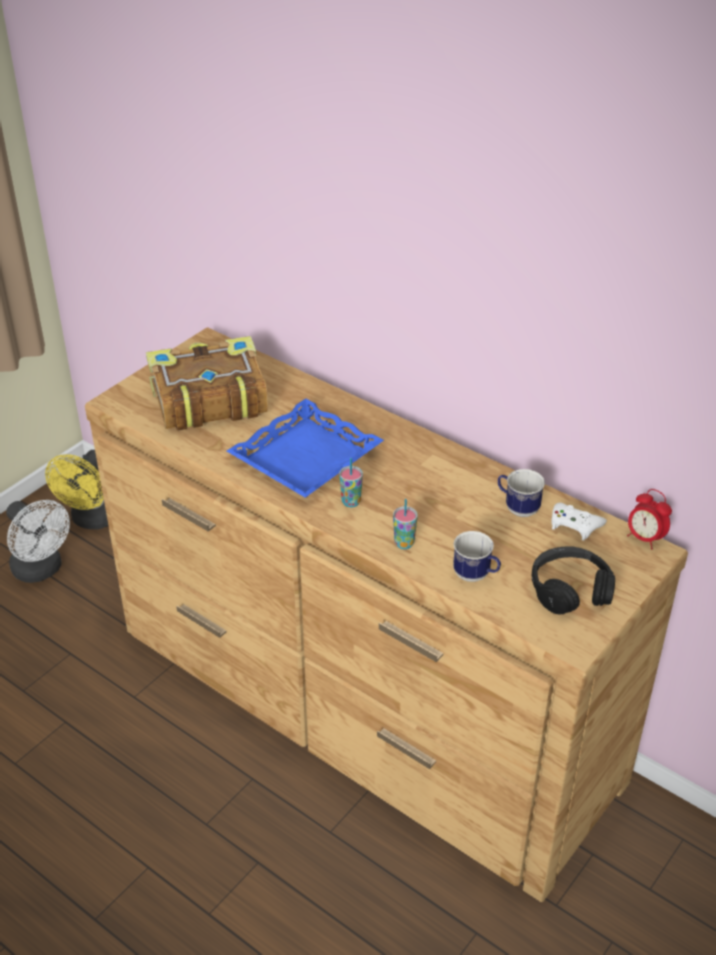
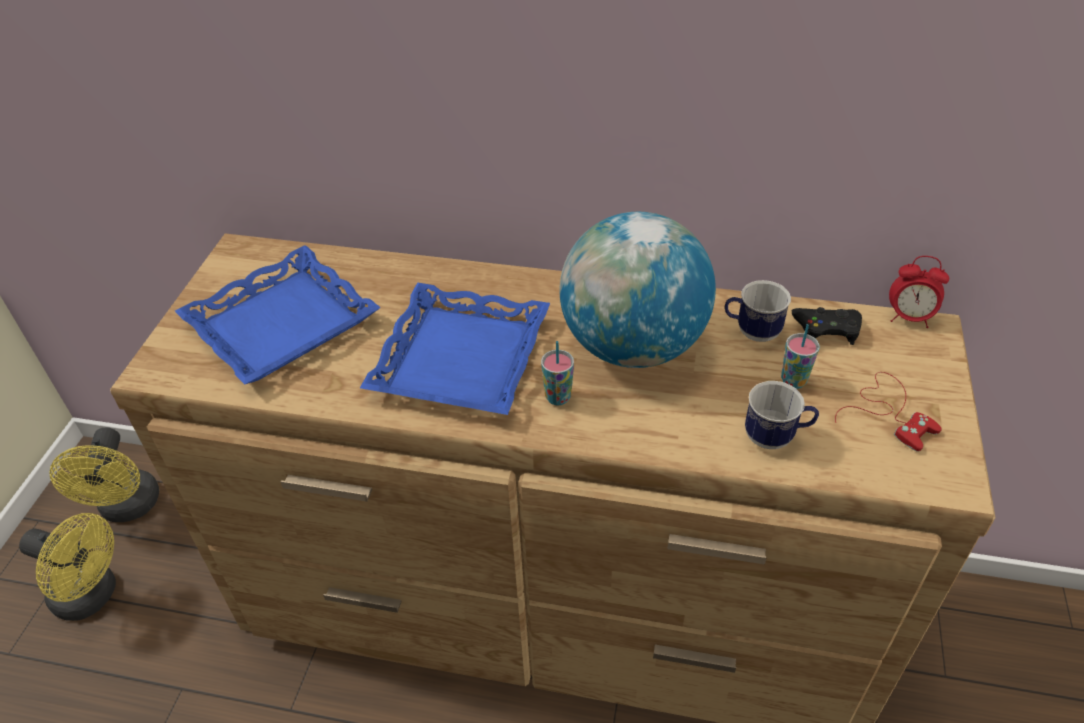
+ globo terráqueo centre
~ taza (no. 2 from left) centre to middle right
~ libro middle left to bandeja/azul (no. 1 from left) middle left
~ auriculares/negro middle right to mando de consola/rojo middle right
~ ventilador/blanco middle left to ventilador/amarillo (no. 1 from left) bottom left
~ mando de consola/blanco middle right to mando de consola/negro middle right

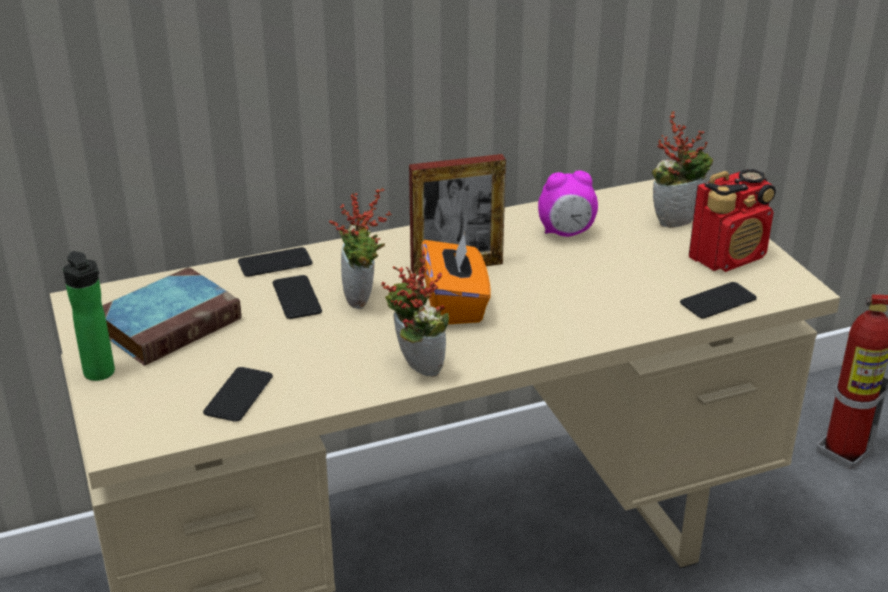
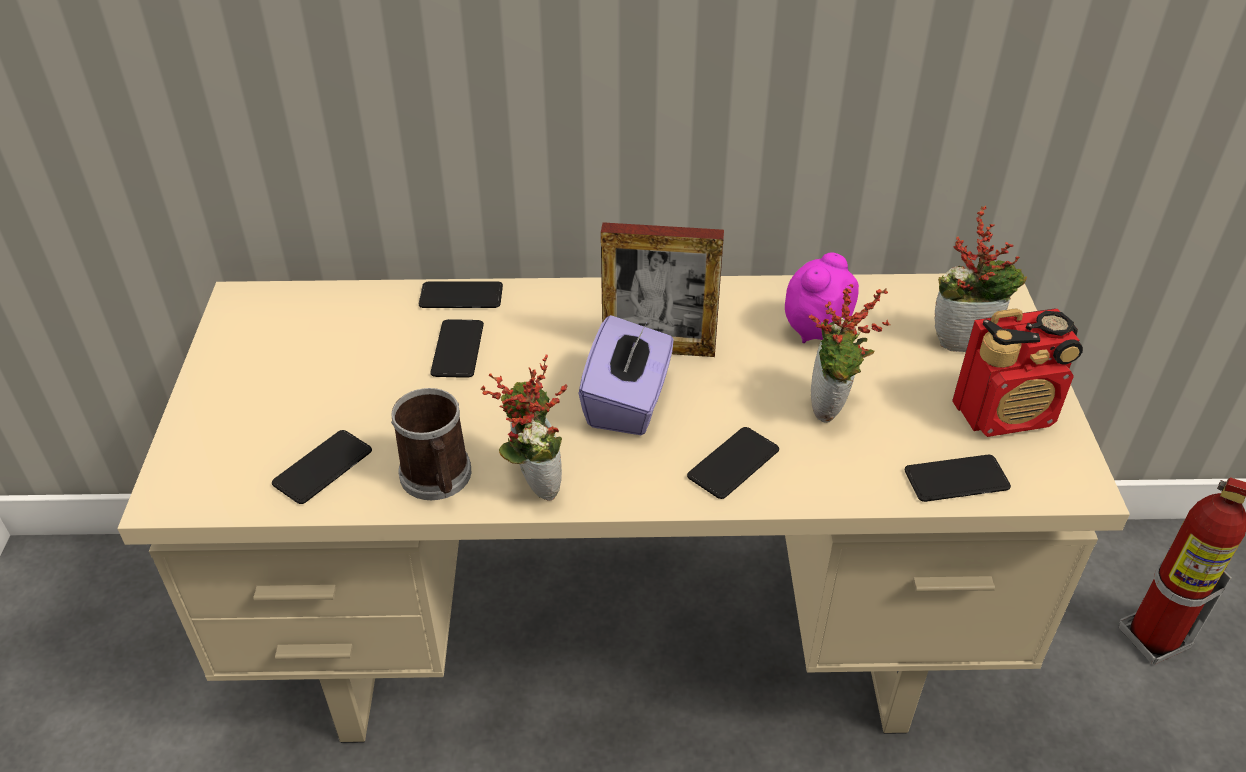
- botella middle left
- libro middle left
+ taza grande centre
+ móvil (no. 4 from left) centre
~ planta en maceta (no. 1 from left in the first image) centre to planta en maceta (no. 2 from left) middle right
~ caja de pañuelos/naranja centre to caja de pañuelos/morado centre
~ despertador centre = centre 120 degrees clockwise

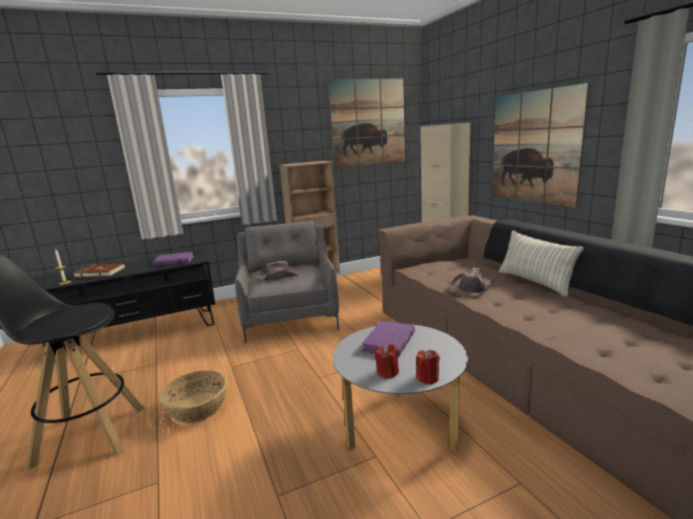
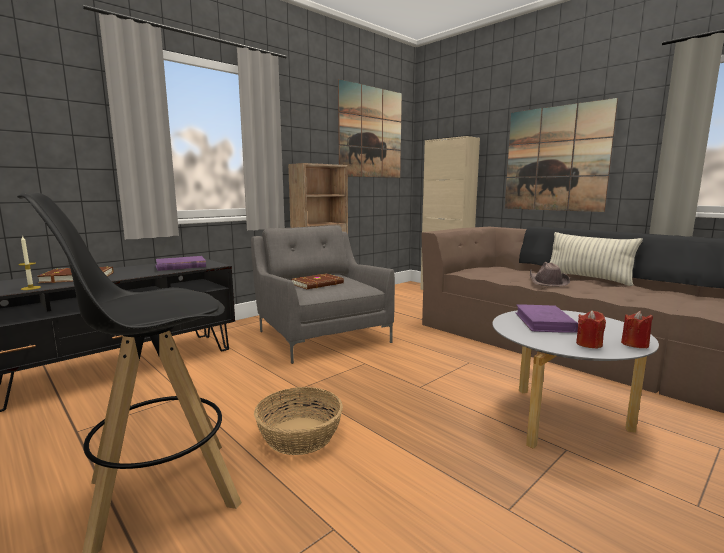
~ sombrero/marrón (no. 1 from left) centre to libro/marrón (no. 2 from left) centre

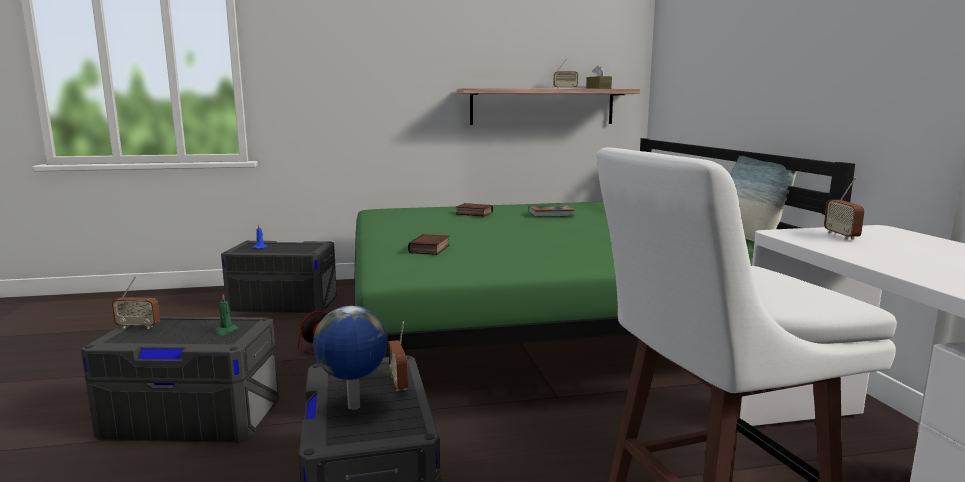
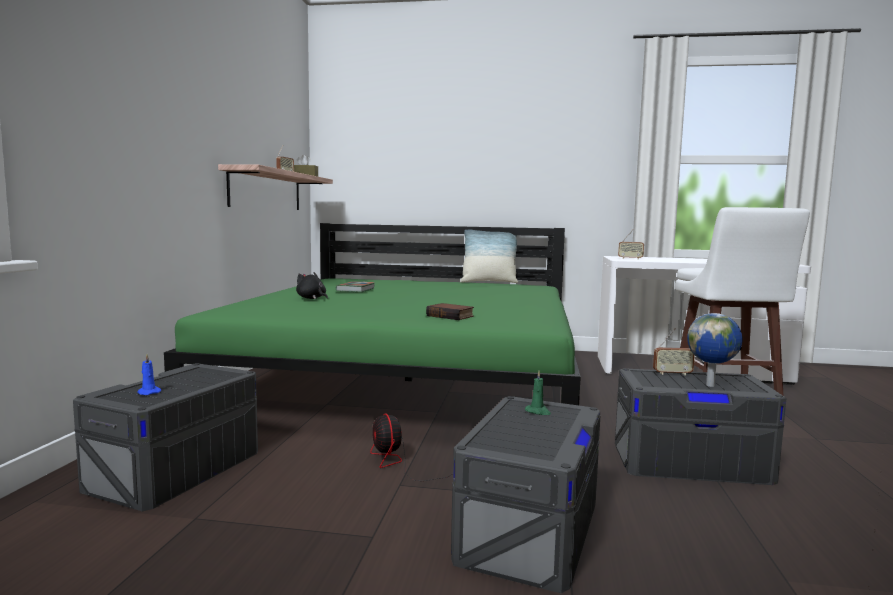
- radio (no. 1 from left) middle left
~ libro (no. 2 from left) centre to peluche/negro centre

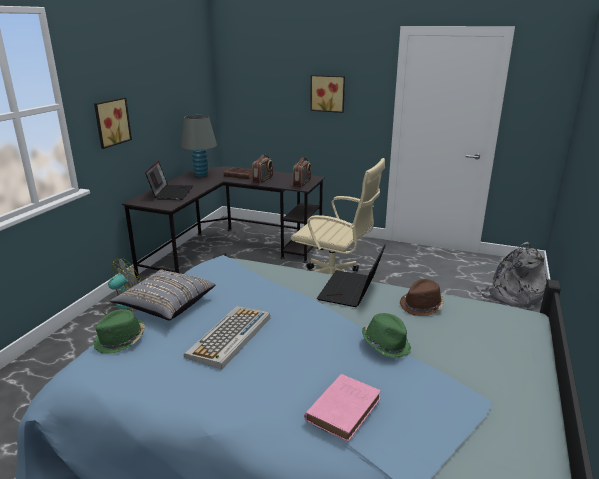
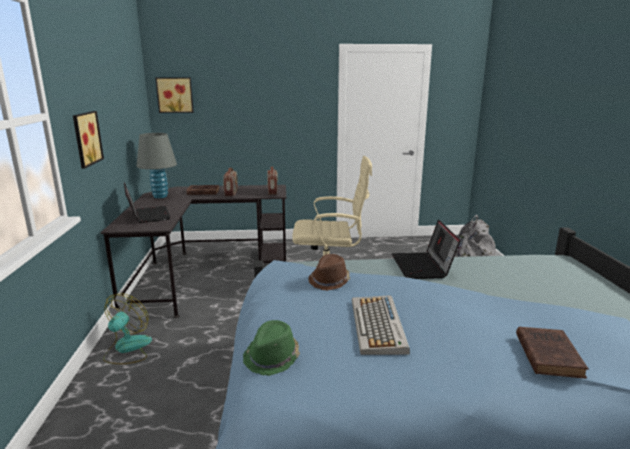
- cojín/gris middle left
- sombrero/verde (no. 2 from left) bottom centre
~ cuadro (no. 2 from left) top centre to top left
~ sombrero/marrón middle right to centre
~ libro/rosa bottom centre to libro/marrón (no. 2 from left) bottom right

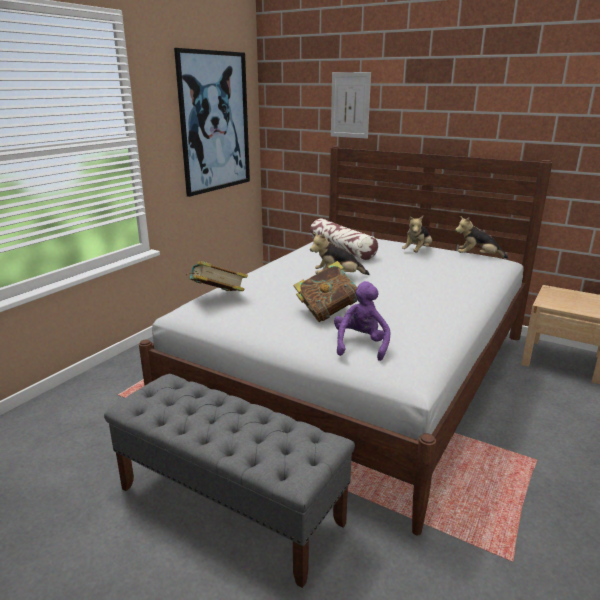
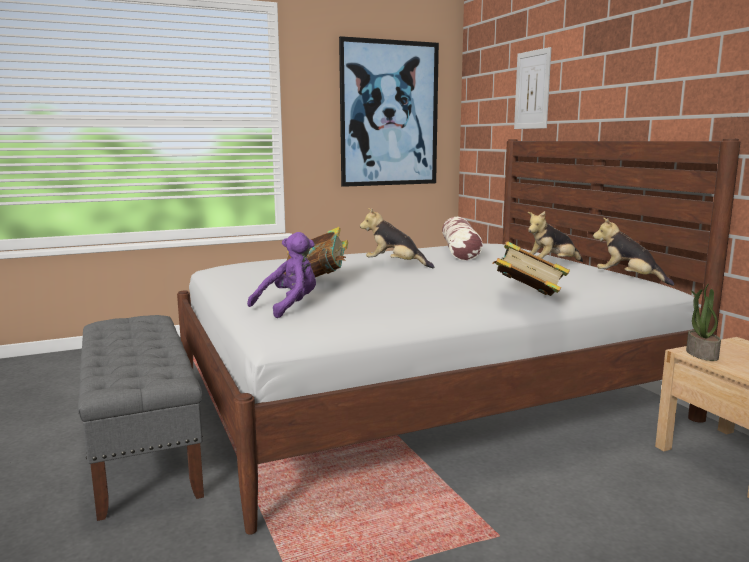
+ planta en maceta middle right
~ libro (no. 1 from left in the first image) centre to libro (no. 2 from left) middle right

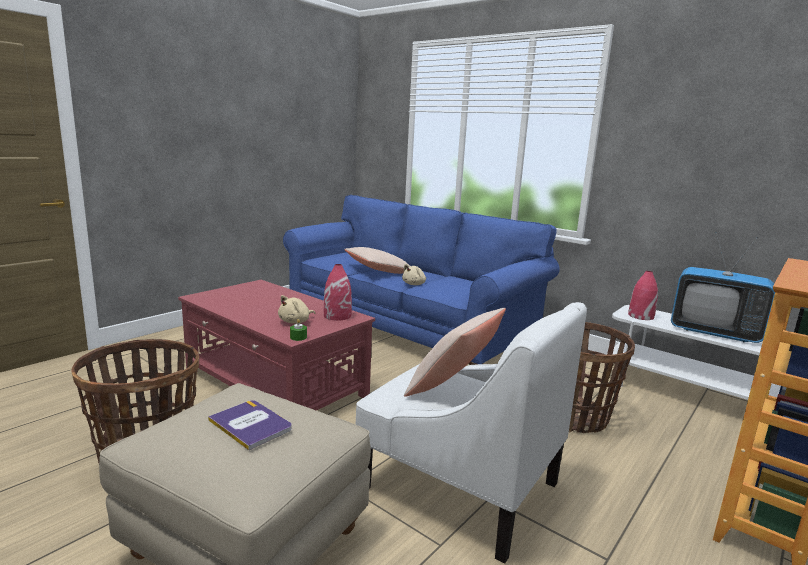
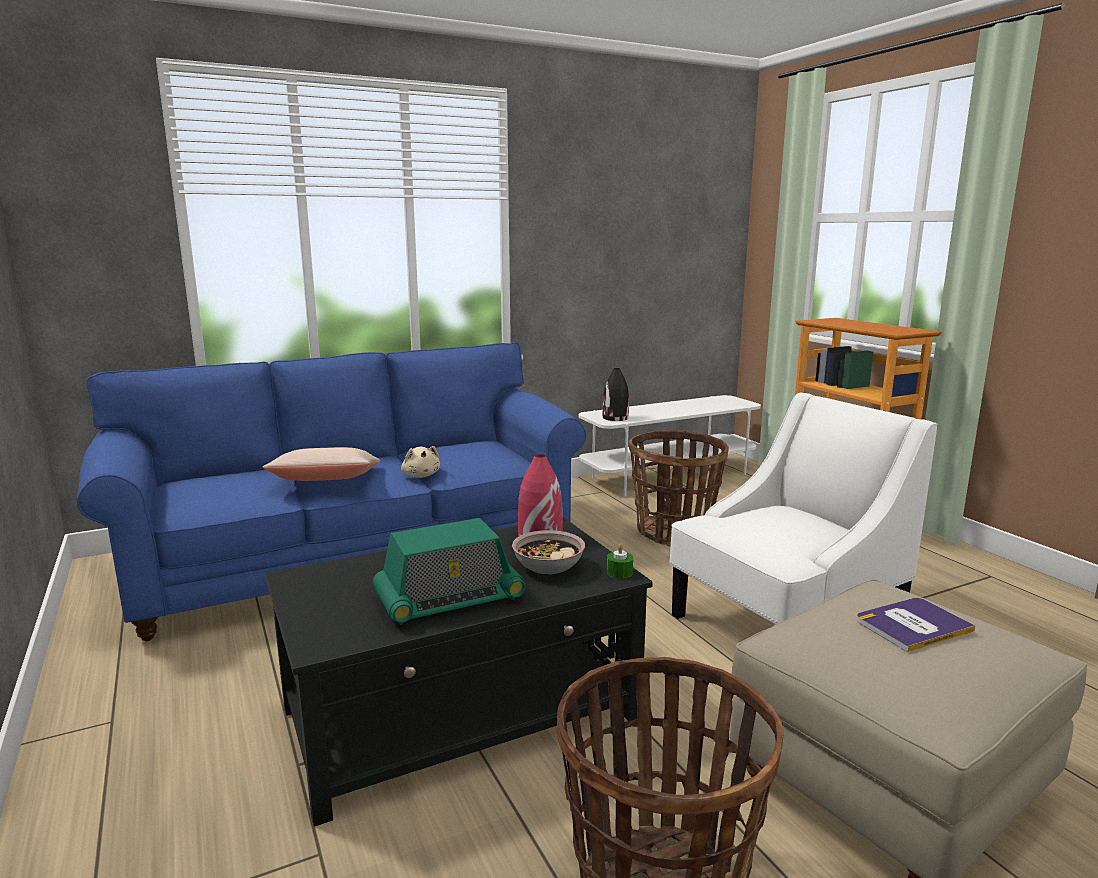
- cojín/beis (no. 2 from left) centre
- televisor middle right
+ radio centre
~ peluche/beis (no. 1 from left) centre to cuenco centre
~ mesa de centro/rojo centre to mesa de centro/negro bottom centre
~ florero/rojo (no. 2 from left) middle right to florero/negro centre

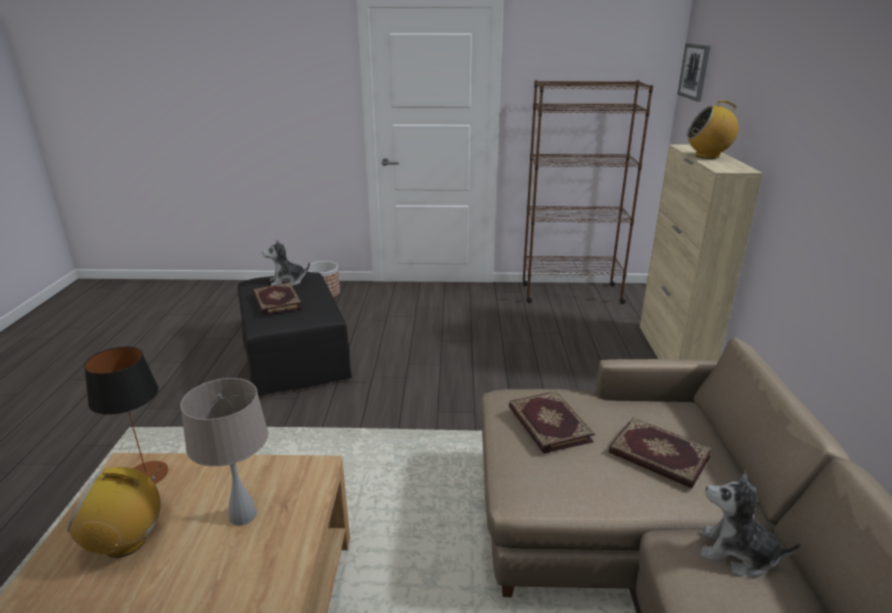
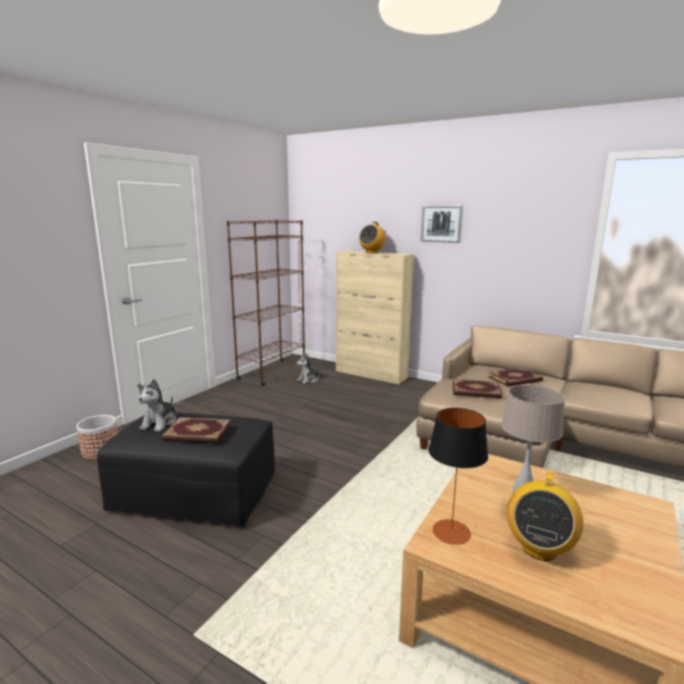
~ cuadro top right to top centre
~ peluche (no. 2 from left) bottom right to centre

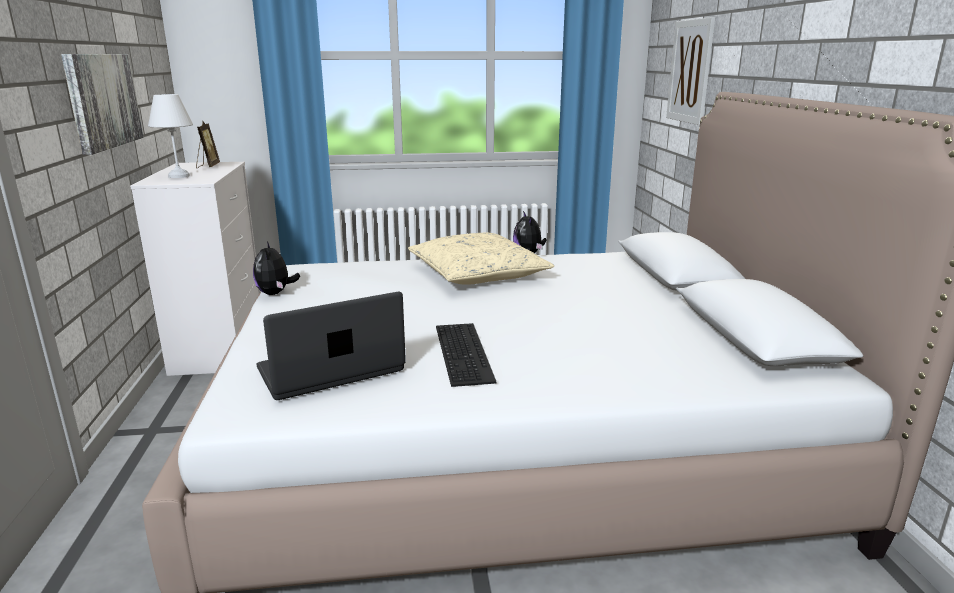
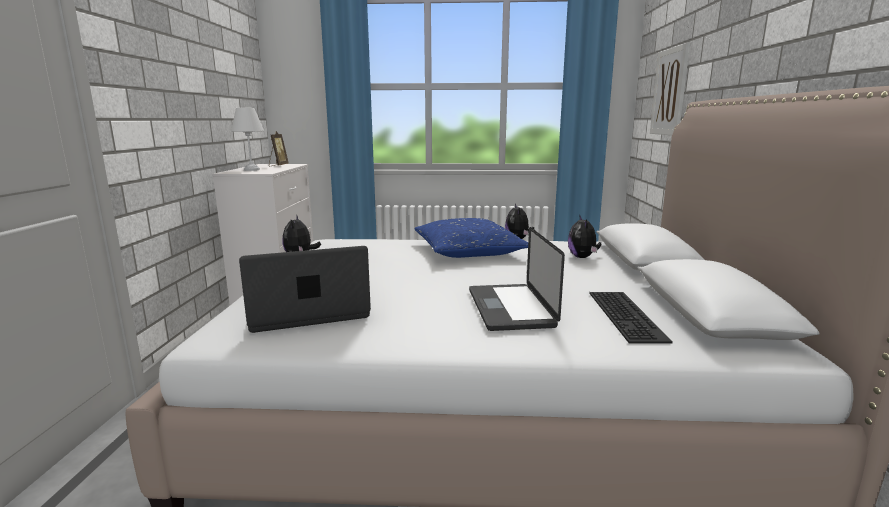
- cuadro (no. 1 from left) top left
+ portátil (no. 2 from left) centre
+ peluche (no. 3 from left) centre
~ teclado centre to middle right
~ cojín/beis centre to cojín/azul centre

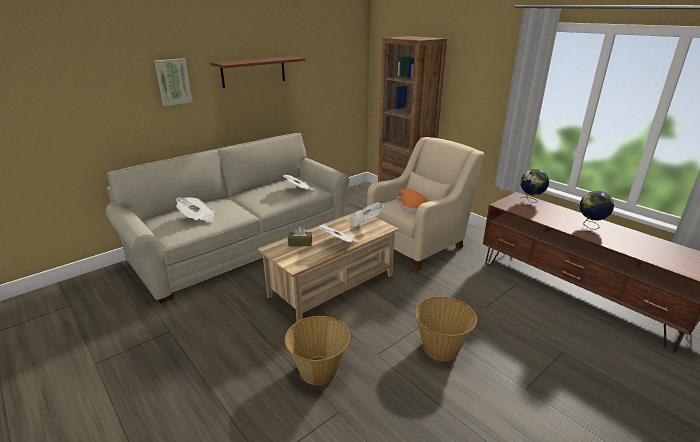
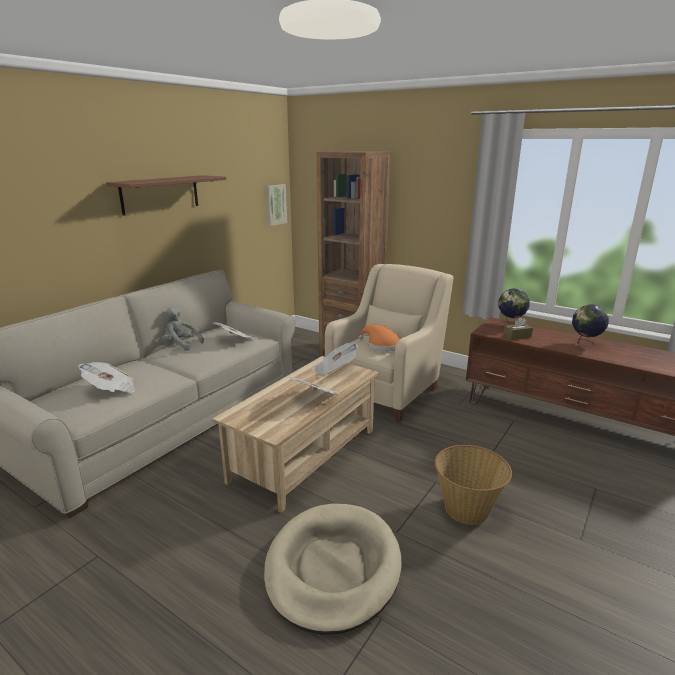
+ peluche/gris middle left
~ cuadro top left to top centre
~ caja de pañuelos/marrón centre to middle right
~ cesta (no. 1 from left) bottom centre to cama para perro/beis bottom centre

